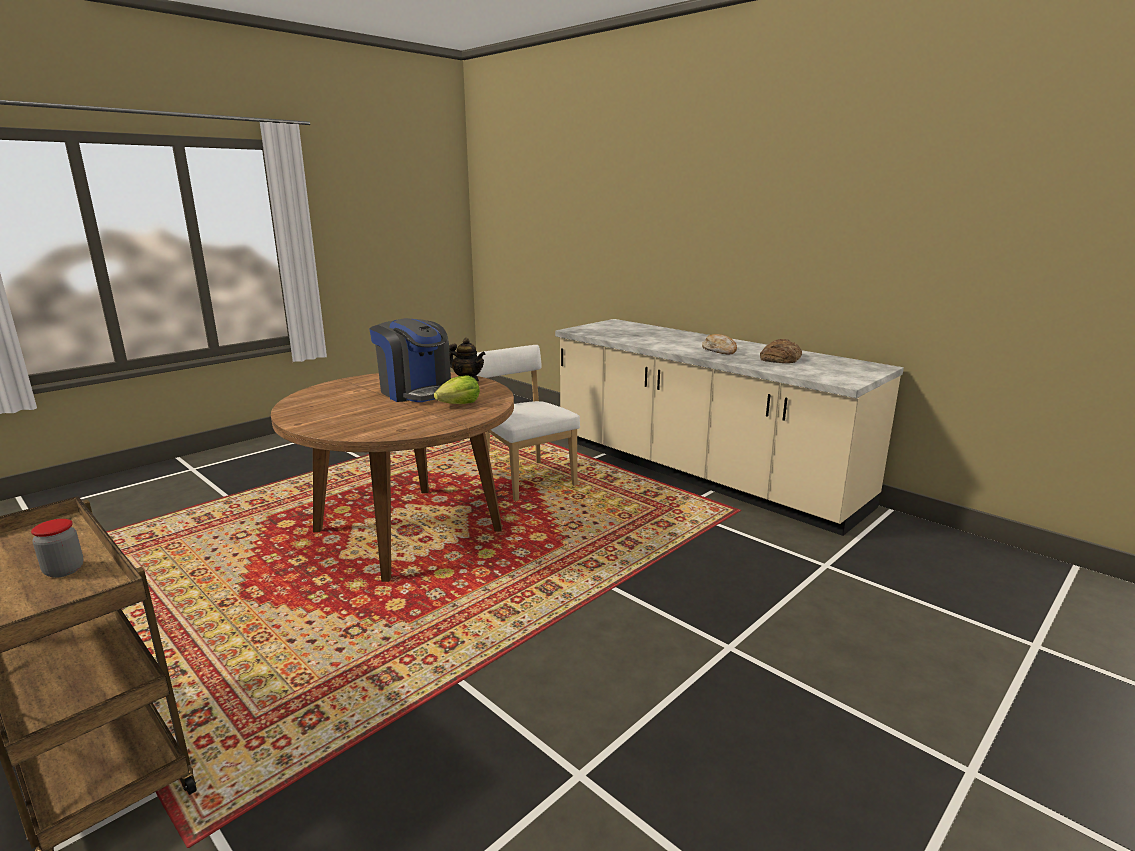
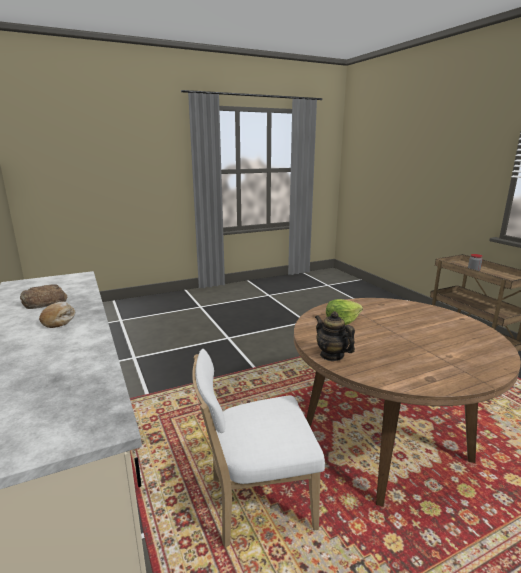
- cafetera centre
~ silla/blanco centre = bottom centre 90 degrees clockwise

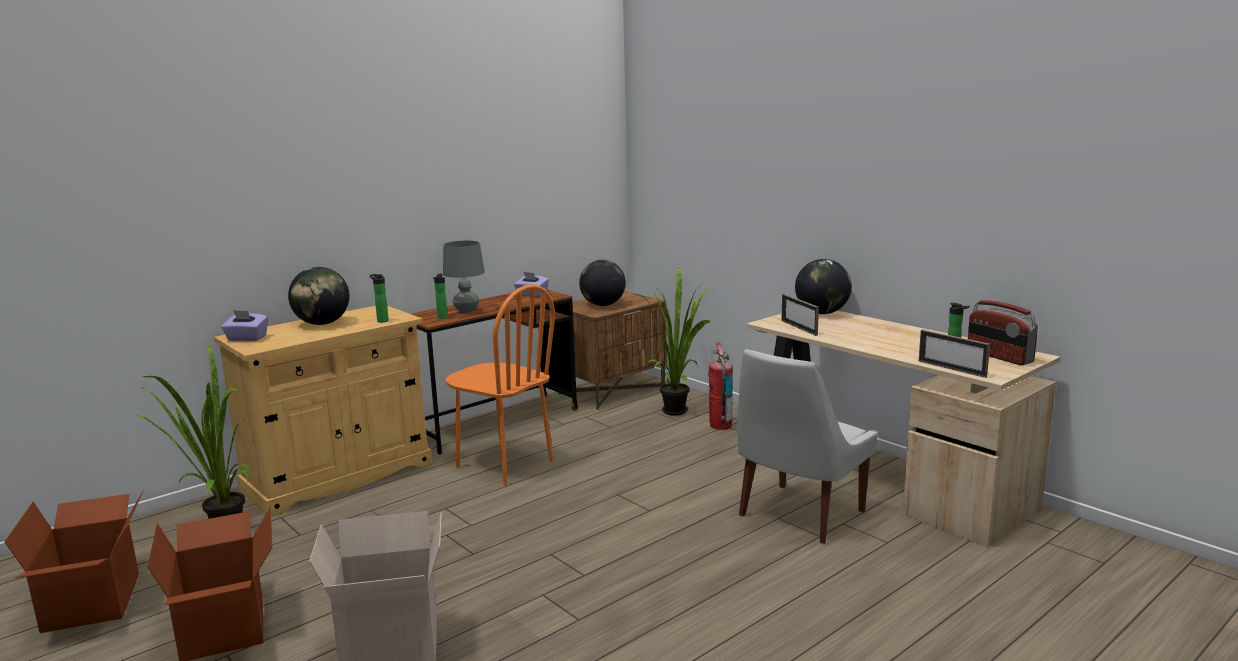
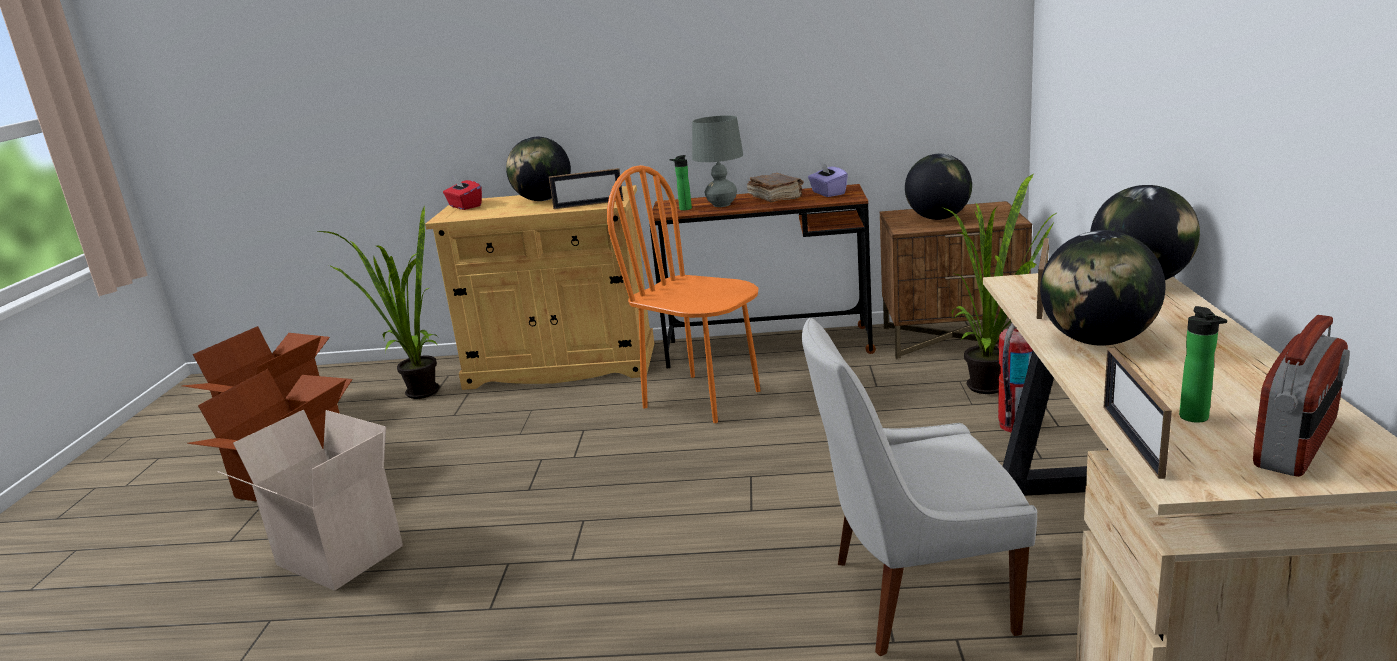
+ libro/marrón top centre
+ globo terráqueo (no. 3 from left) middle right
~ botella (no. 1 from left) middle left to portarretratos (no. 1 from left) top centre
~ caja de pañuelos/morado (no. 1 from left) middle left to caja de pañuelos/rojo top left
~ silla/naranja centre = centre 135 degrees clockwise
~ radio middle right = middle right 150 degrees counterclockwise

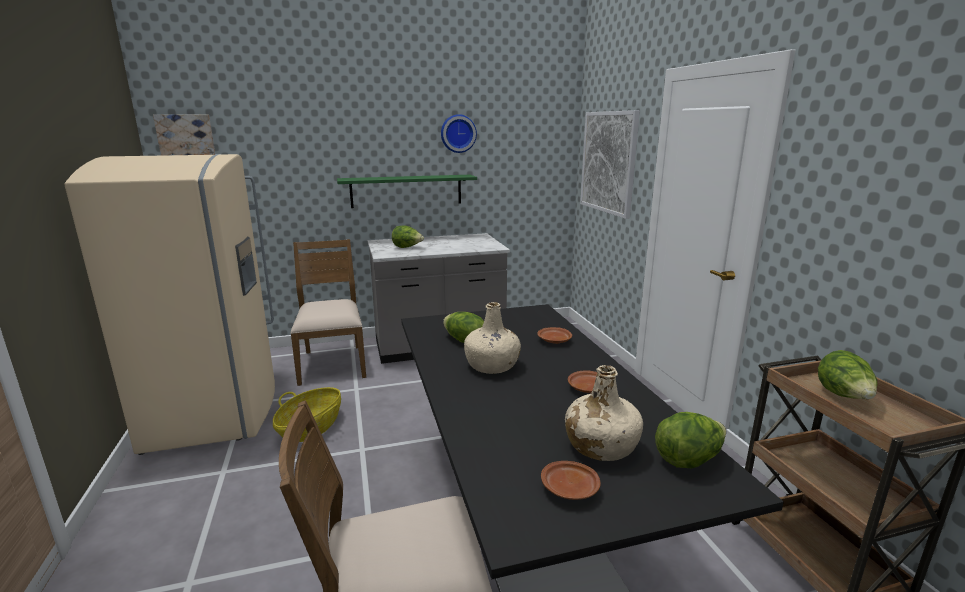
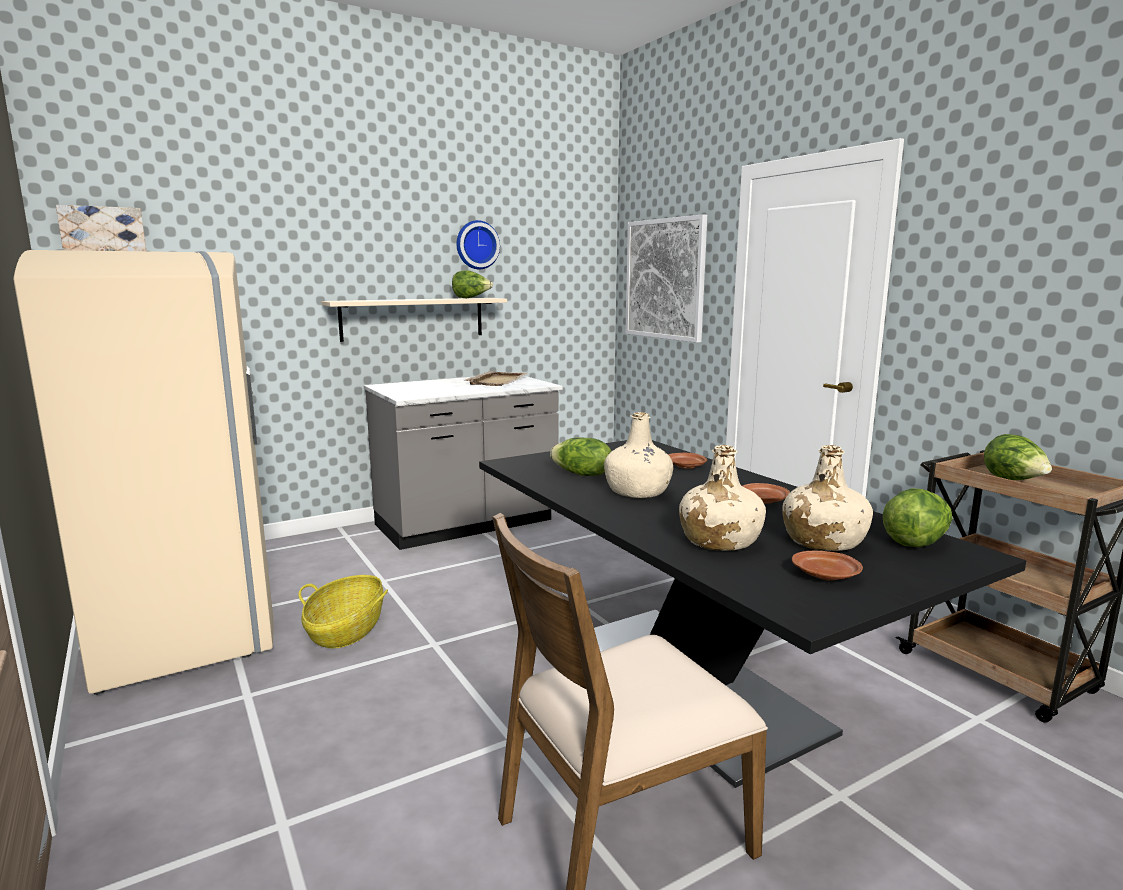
- silla/marrón (no. 1 from left) centre
+ bandeja/beis centre
+ botella/beis (no. 2 from left) centre
~ lechuga (no. 1 from left) centre to top centre
~ estante/verde top centre to estante/beis centre

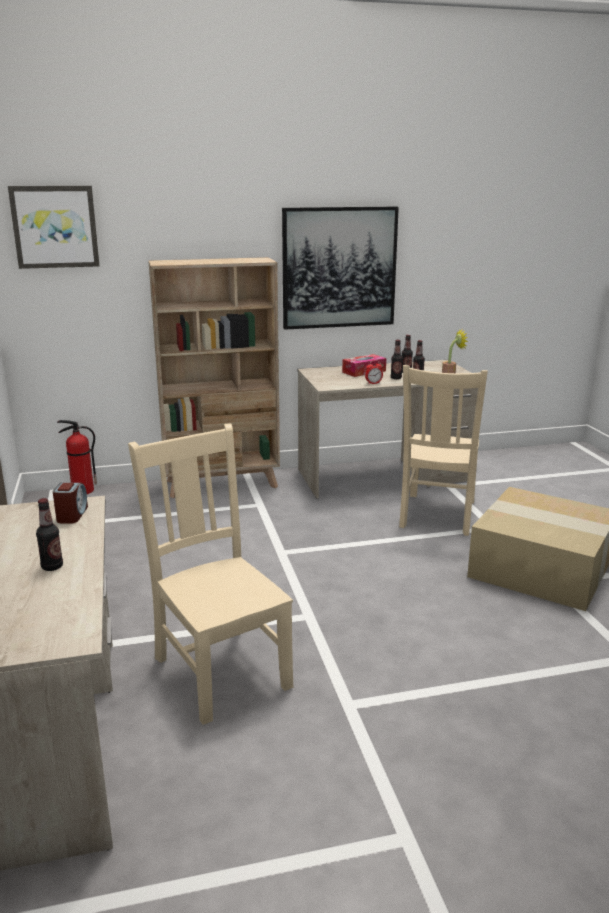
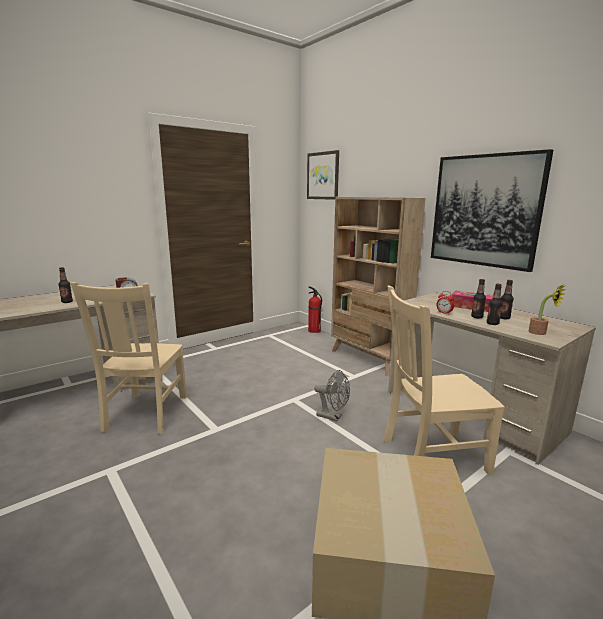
+ ventilador/gris centre
~ silla/beis (no. 1 from left) centre = middle left 150 degrees clockwise

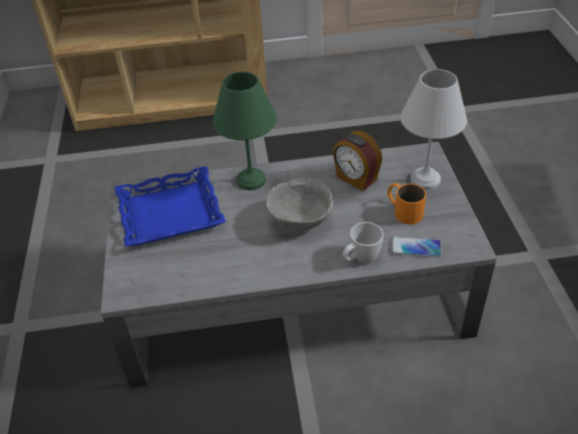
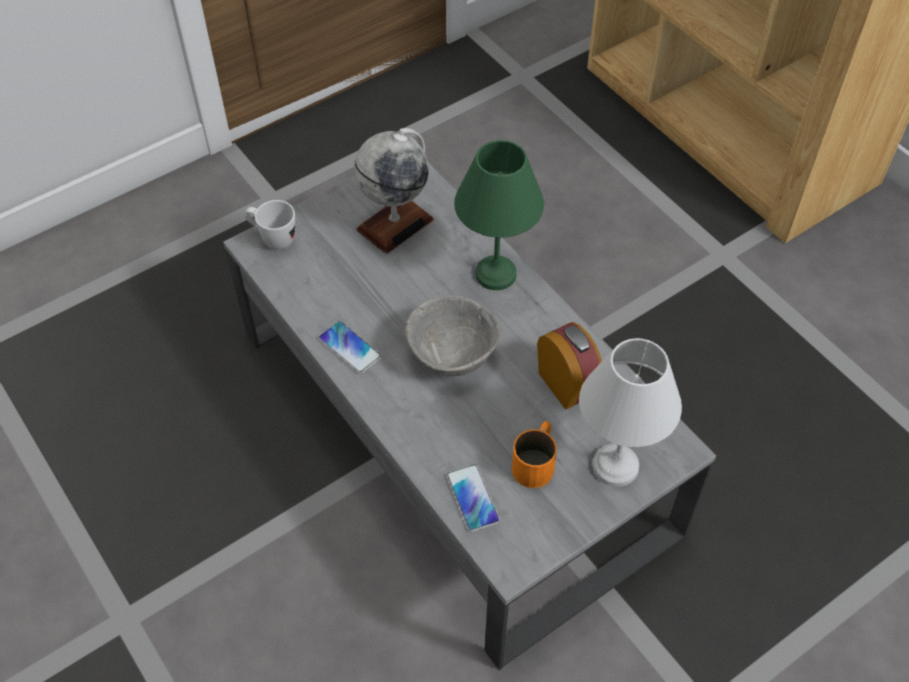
+ móvil (no. 1 from left) centre
~ taza grande/blanco centre to top left
~ bandeja/azul middle left to globo terráqueo top centre
~ despertador centre = centre 135 degrees clockwise

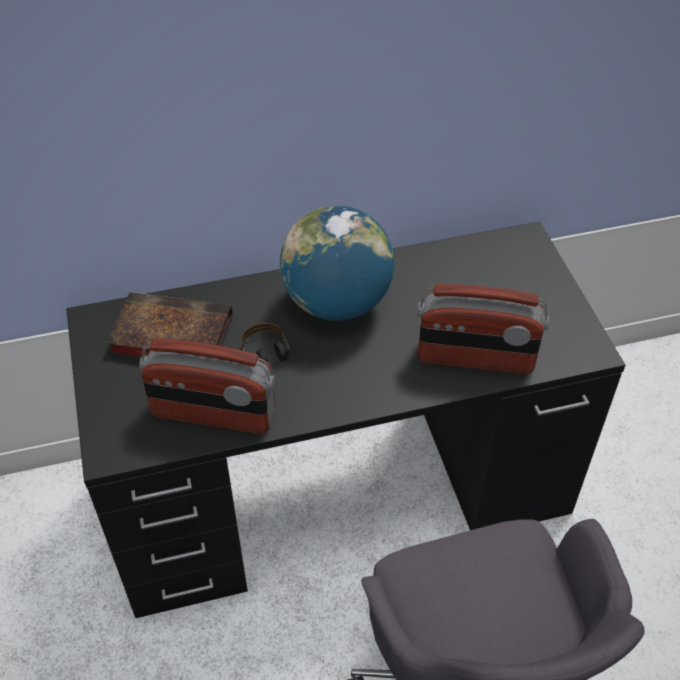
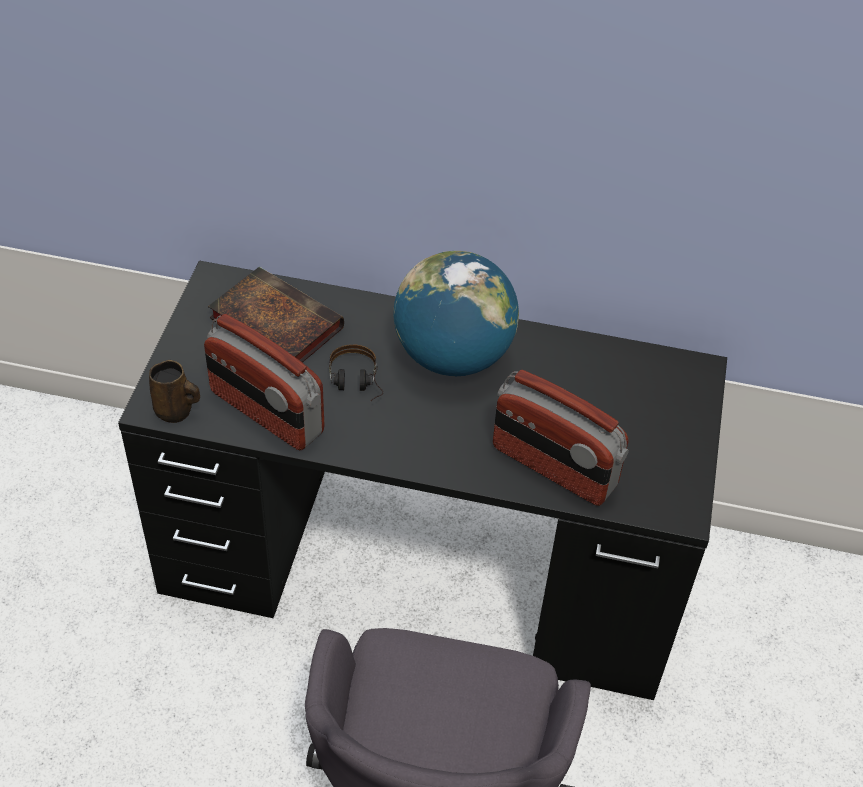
+ taza grande/marrón middle left

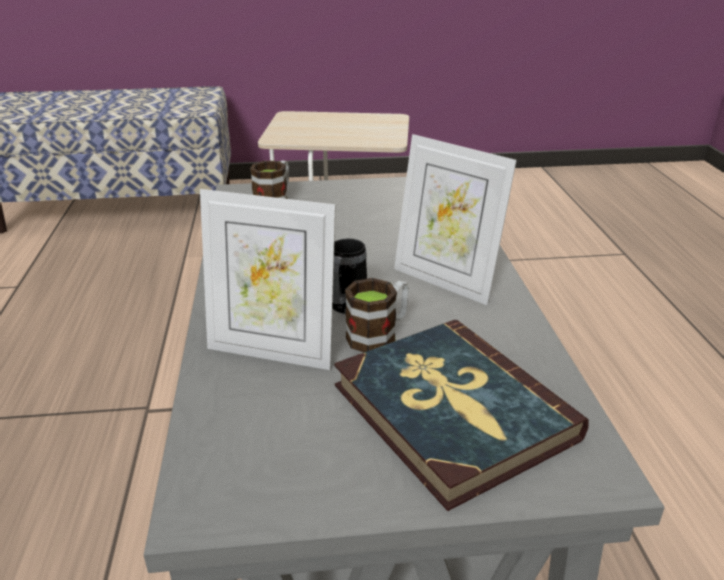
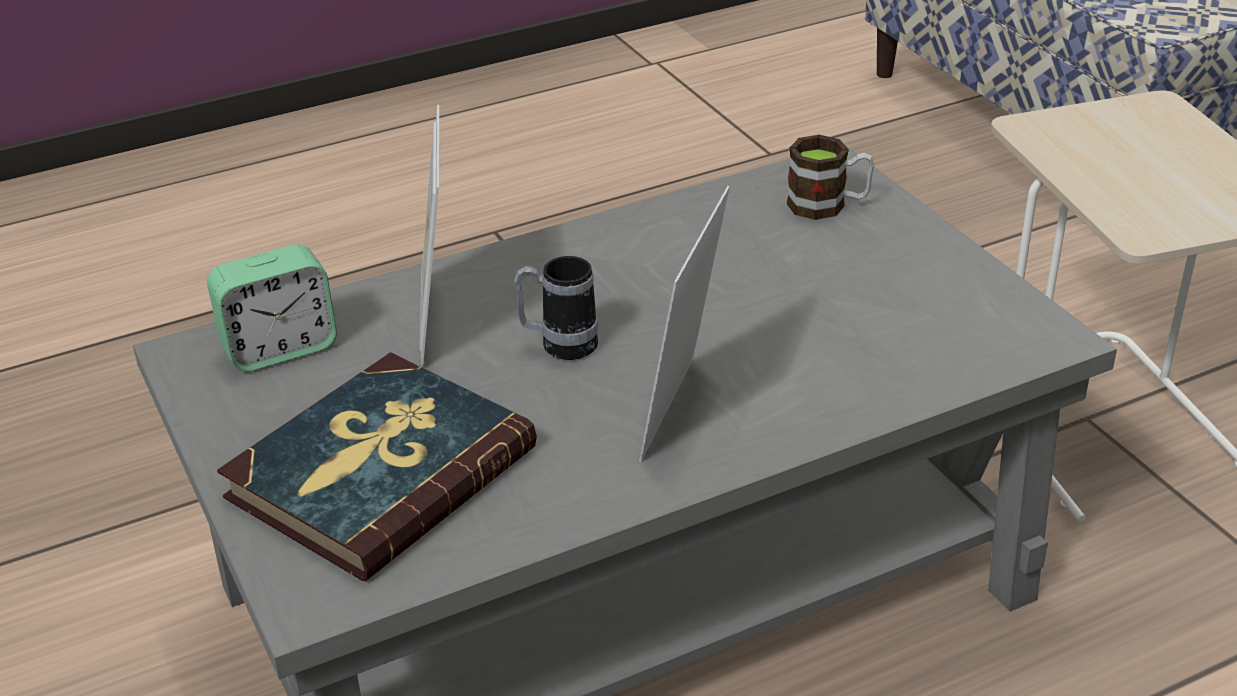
- taza grande (no. 3 from left) centre
+ despertador middle left

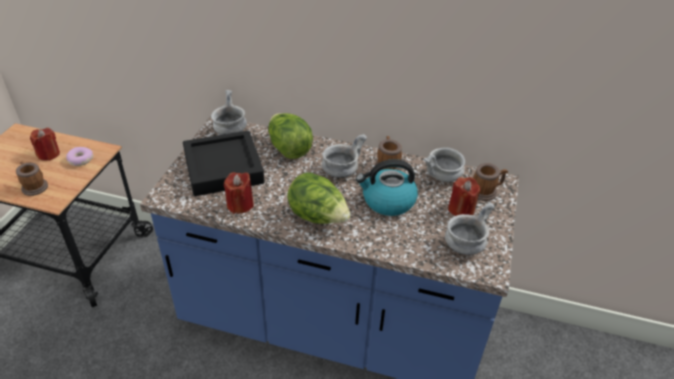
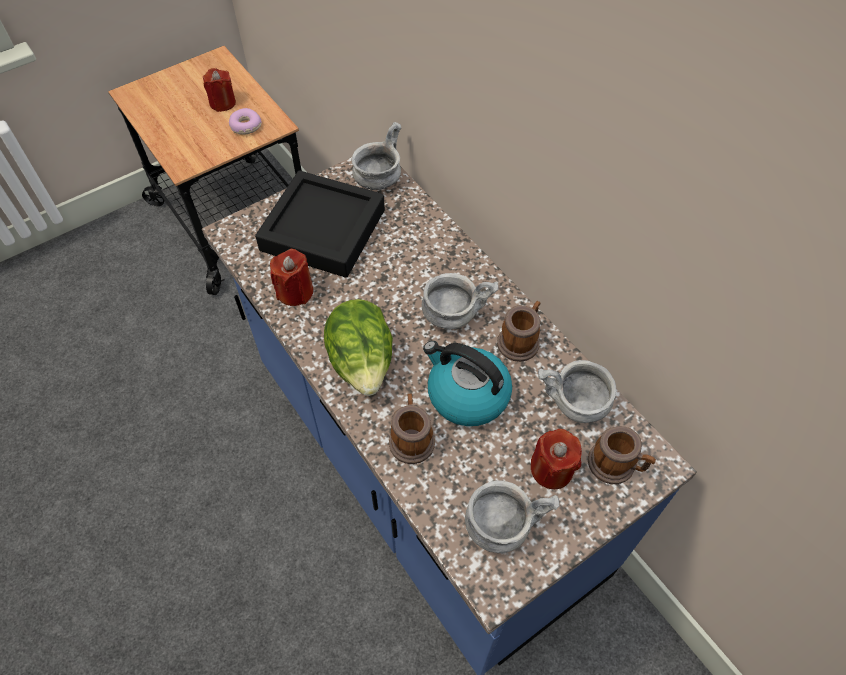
- lechuga (no. 1 from left) centre
~ taza grande (no. 1 from left) middle left to centre

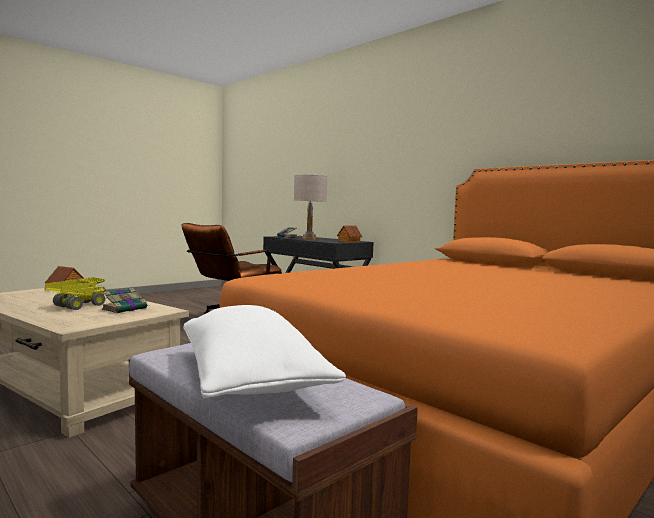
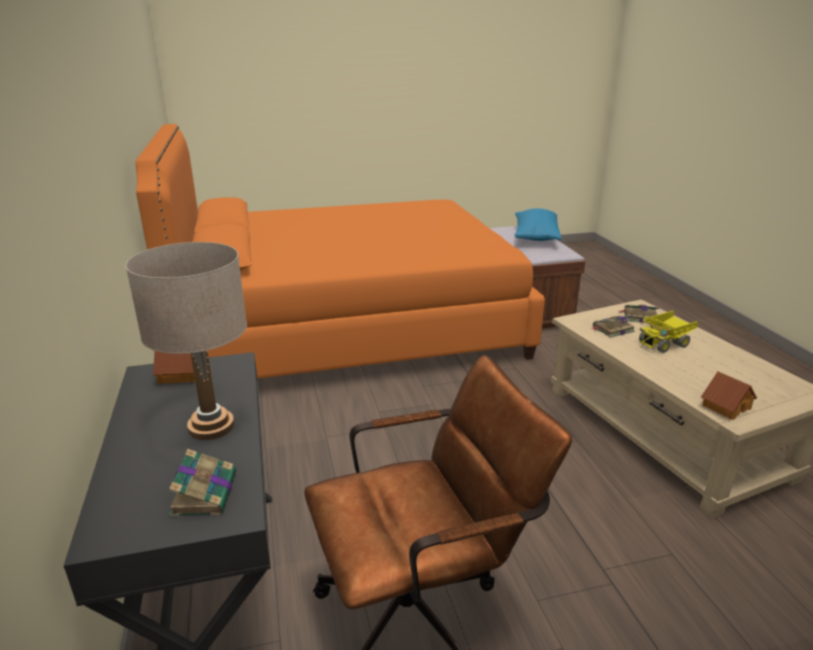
+ libro (no. 3 from left) middle right
~ cojín/blanco bottom centre to cojín/azul centre

